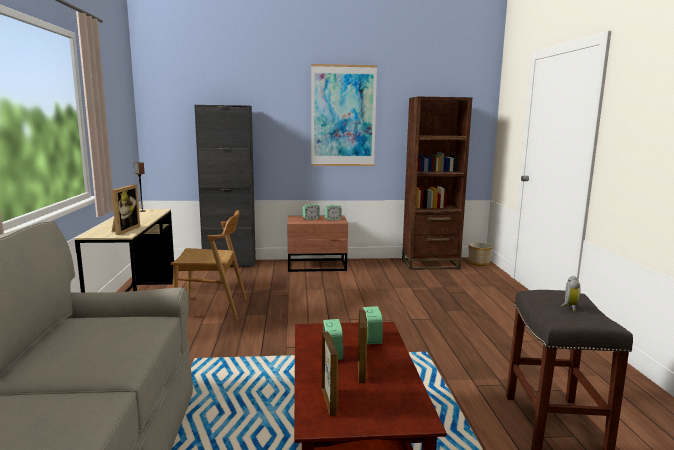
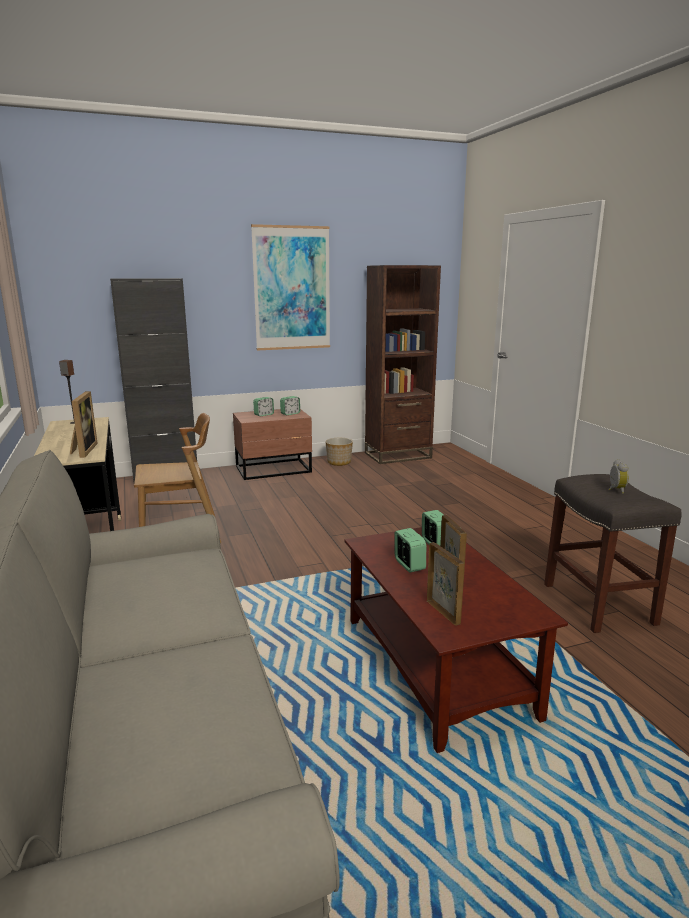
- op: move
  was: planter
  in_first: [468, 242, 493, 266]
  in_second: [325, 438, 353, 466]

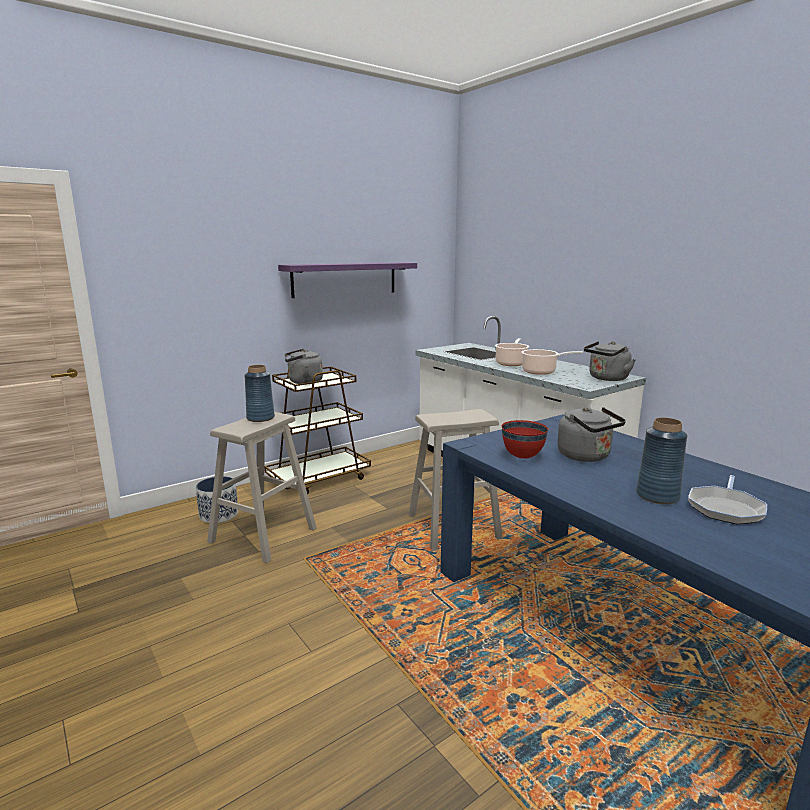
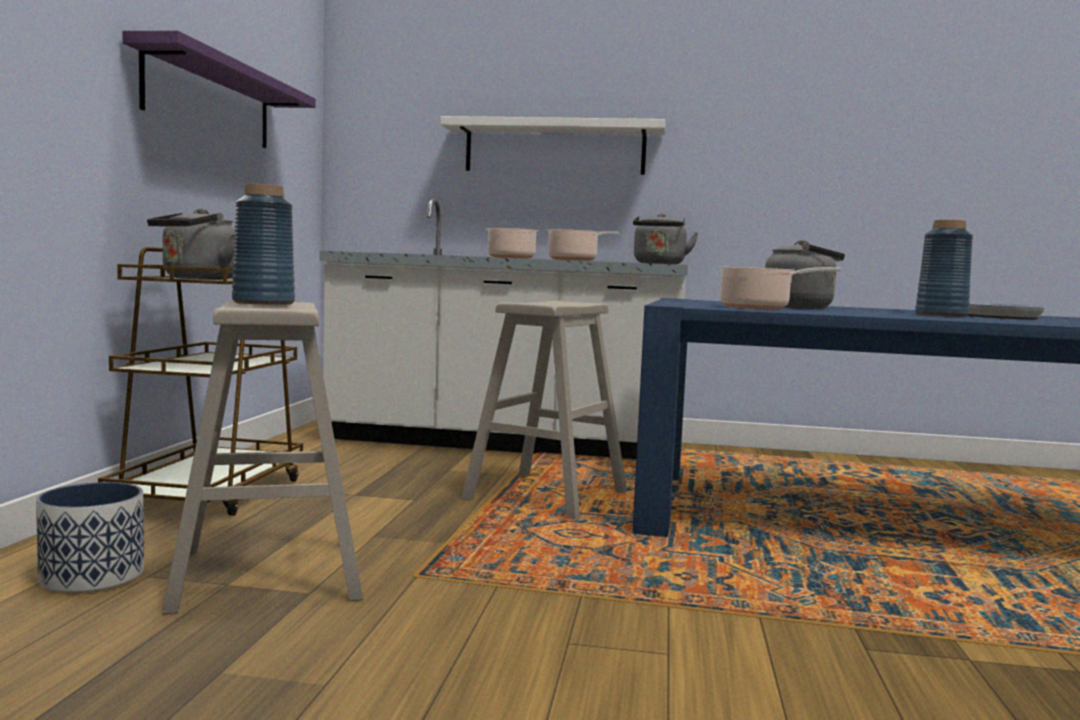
- op: replace
  was: red-coloured serving bowl
  now: saucepot
  in_first: [502, 420, 548, 459]
  in_second: [719, 267, 841, 310]
- op: insert
  now: white shelf
  in_second: [440, 116, 665, 175]

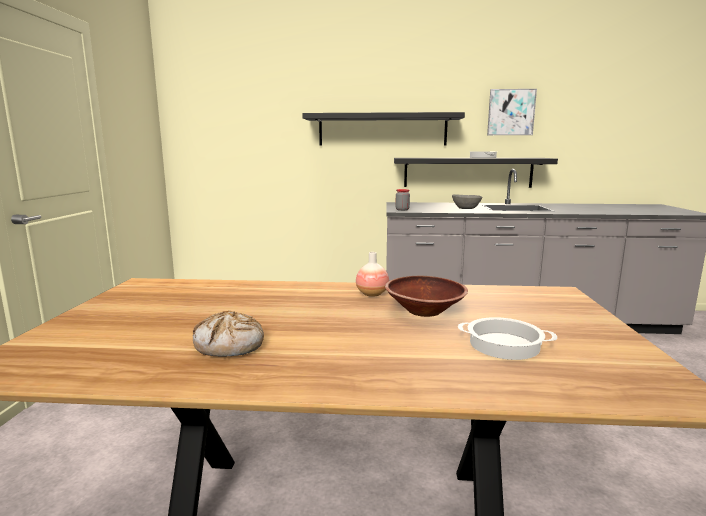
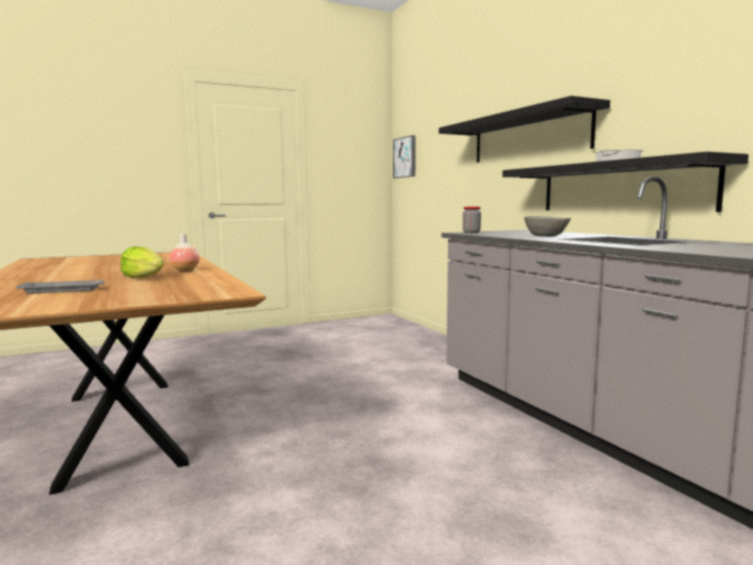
- op: delete
  was: bread
  in_first: [193, 311, 264, 357]
- op: replace
  was: brown-coloured serving bowl
  now: lettuce head
  in_first: [385, 276, 468, 317]
  in_second: [121, 246, 164, 278]
- op: replace
  was: saucepot
  now: grey carrying tray
  in_first: [458, 317, 557, 360]
  in_second: [16, 280, 105, 294]
- op: move
  was: wall picture
  in_first: [487, 89, 537, 135]
  in_second: [393, 135, 415, 178]

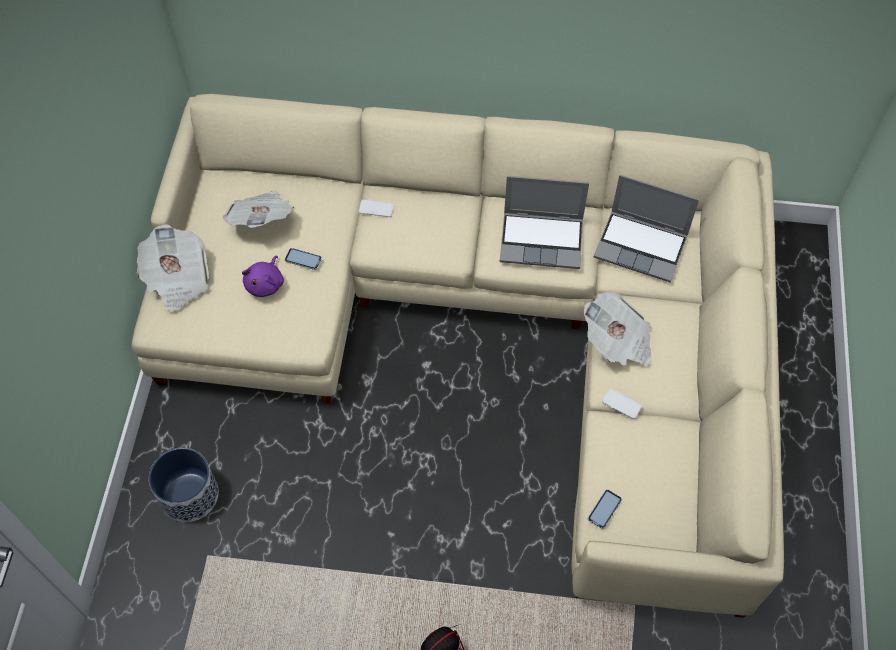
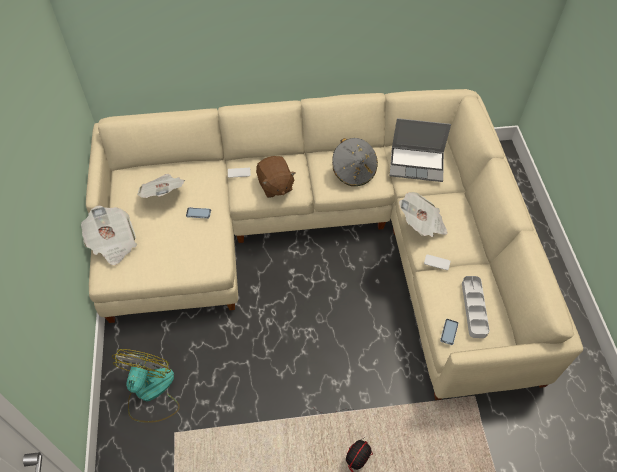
- op: replace
  was: planter
  now: cooling fan
  in_first: [149, 448, 219, 522]
  in_second: [112, 349, 180, 423]
- op: delete
  was: purplish plush toy
  in_first: [242, 256, 284, 297]
- op: replace
  was: laptop
  now: grey hat
  in_first: [500, 176, 589, 269]
  in_second: [332, 138, 378, 186]
- op: insert
  now: brown-coloured plush toy
  in_second: [256, 156, 296, 198]
- op: insert
  now: grey carrying tray
  in_second: [462, 276, 490, 338]

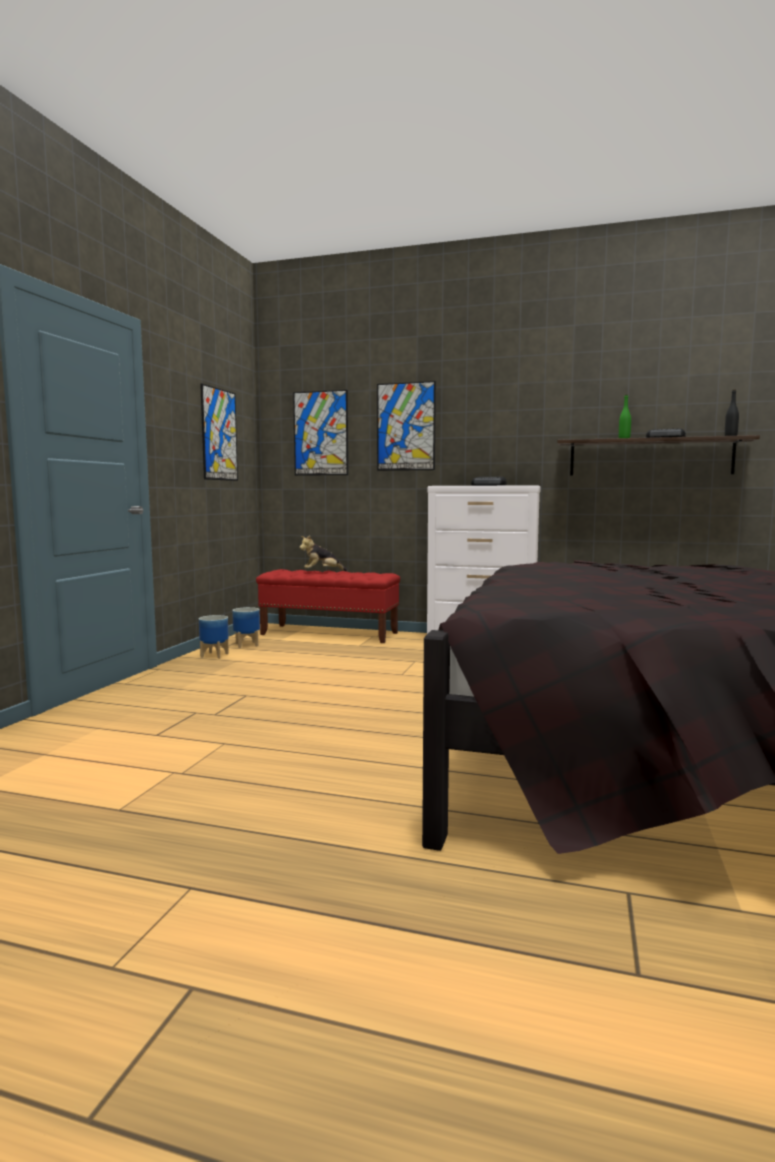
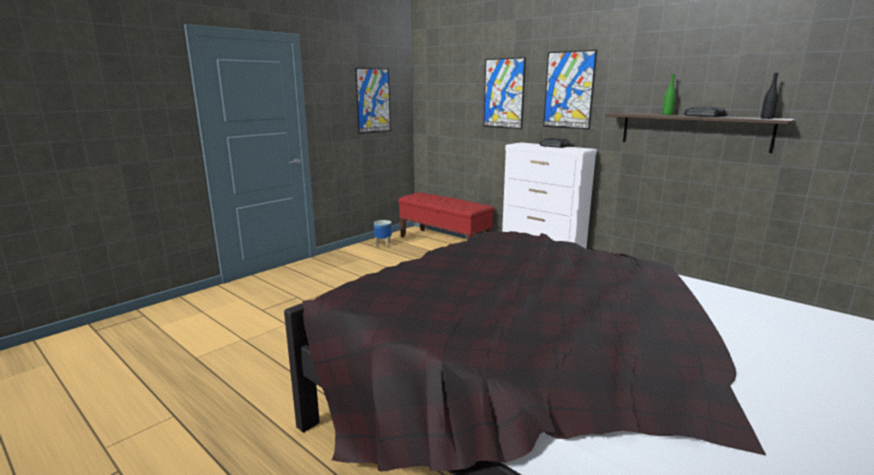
- op: delete
  was: planter
  in_first: [199, 615, 229, 659]
- op: move
  was: wall picture
  in_first: [293, 390, 348, 476]
  in_second: [543, 50, 597, 130]
- op: delete
  was: plush toy
  in_first: [299, 535, 347, 571]

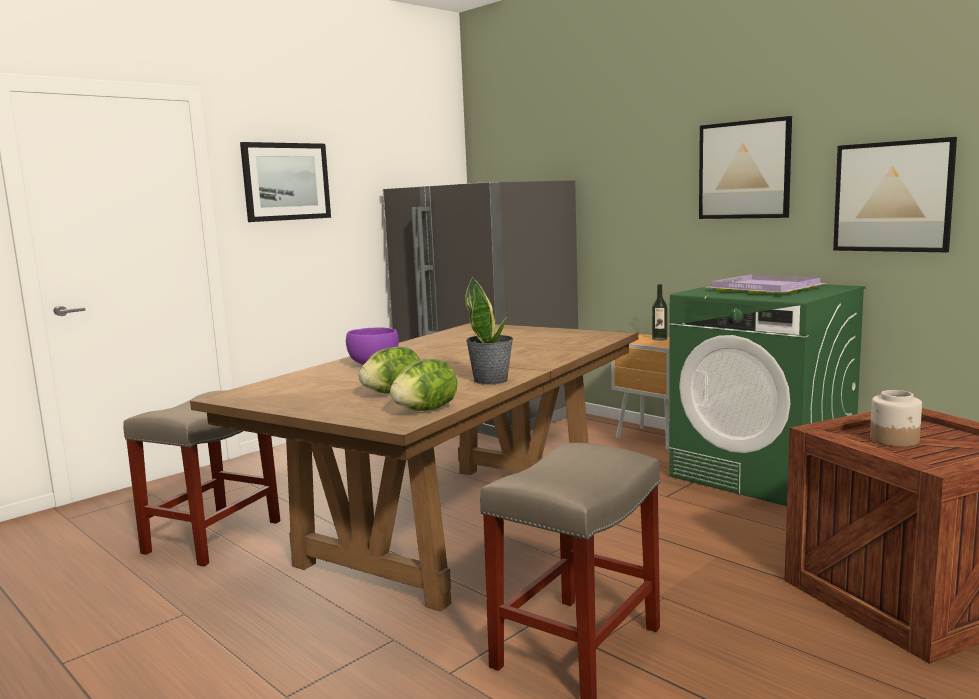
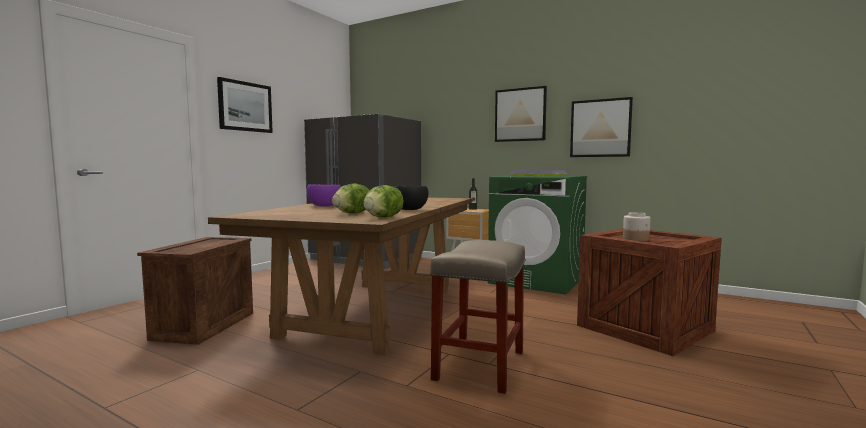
- op: replace
  was: beige sitting stool
  now: shipping crate
  in_first: [123, 390, 280, 567]
  in_second: [137, 237, 253, 345]
- op: replace
  was: potted plant
  now: black serving bowl
  in_first: [465, 277, 513, 385]
  in_second: [393, 186, 428, 210]

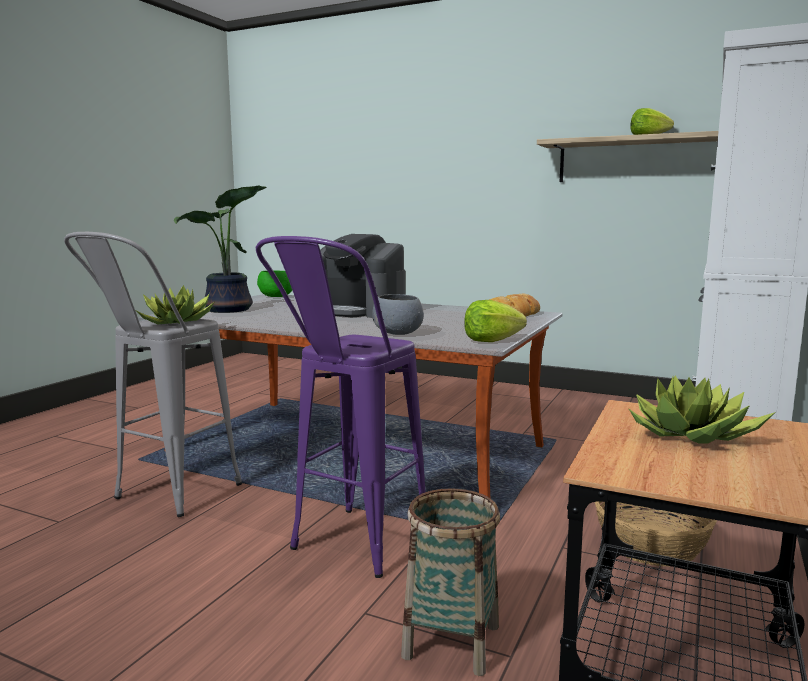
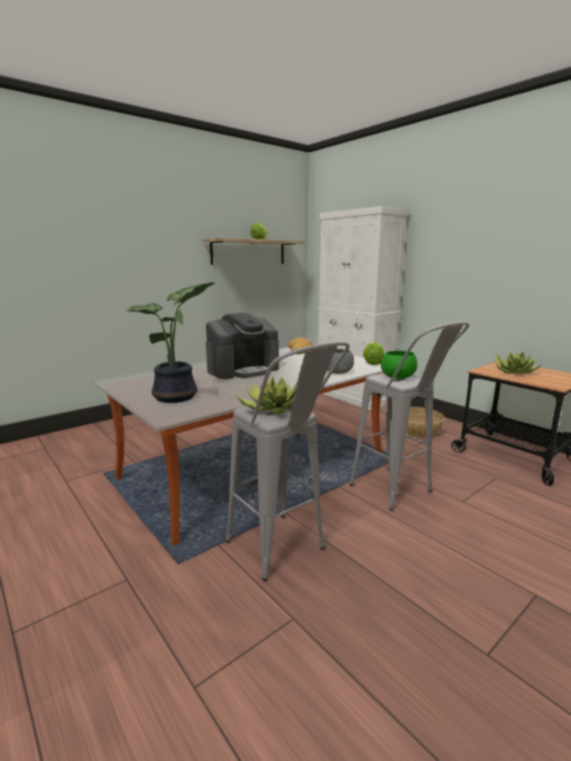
- op: recolor
  was: purplish sitting stool
  now: grey sitting stool
  in_first: [256, 236, 425, 578]
  in_second: [350, 322, 469, 511]
- op: move
  was: green serving bowl
  in_first: [257, 271, 292, 297]
  in_second: [381, 351, 417, 379]
- op: delete
  was: storage basket
  in_first: [401, 489, 500, 676]

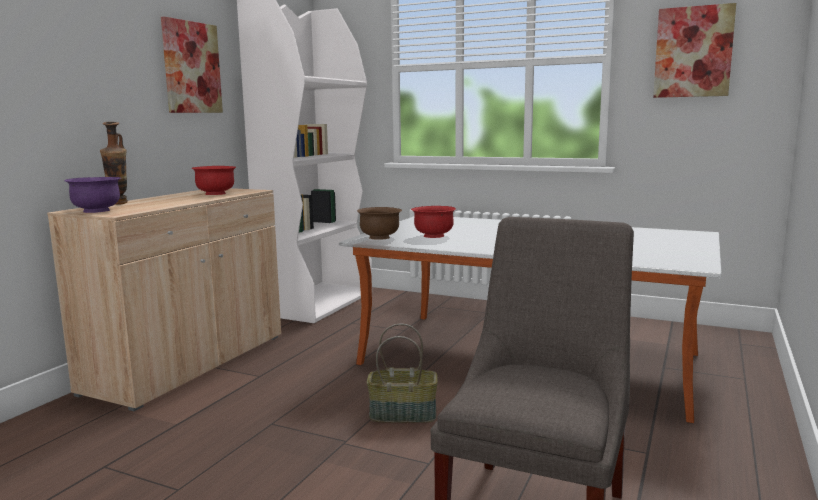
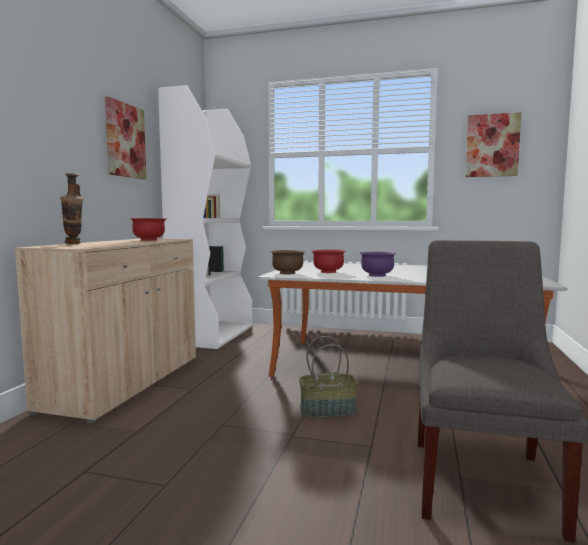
- op: move
  was: purplish serving bowl
  in_first: [64, 177, 121, 213]
  in_second: [360, 252, 396, 277]

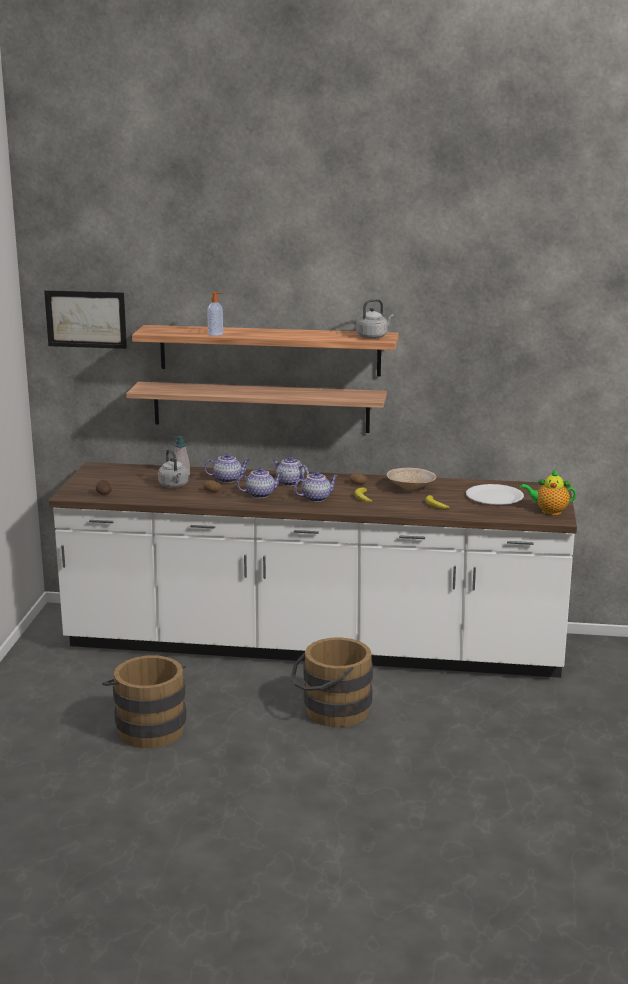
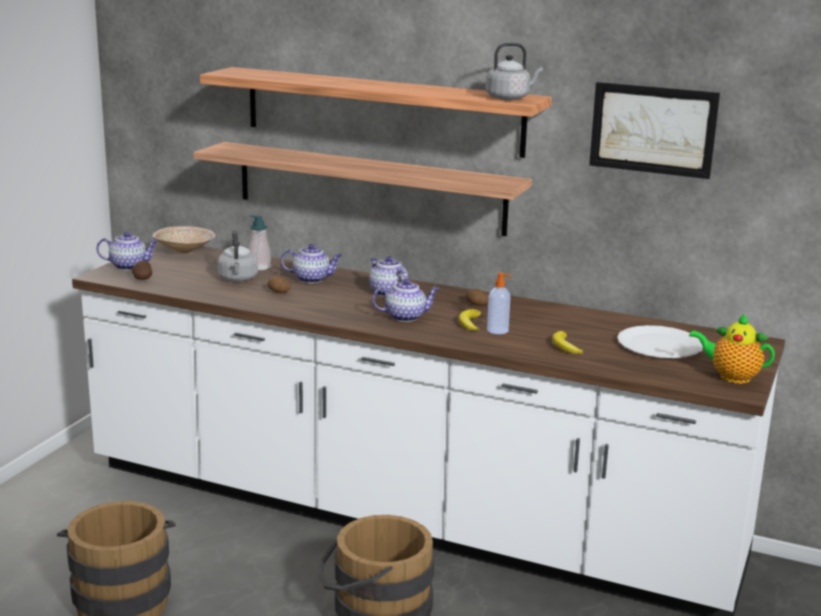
- op: move
  was: wall picture
  in_first: [44, 290, 127, 349]
  in_second: [589, 82, 720, 179]
- op: move
  was: soap dispenser
  in_first: [207, 292, 223, 336]
  in_second: [487, 272, 512, 334]
- op: move
  was: pot for tea
  in_first: [237, 468, 283, 498]
  in_second: [96, 232, 158, 270]
- op: move
  was: beige serving bowl
  in_first: [387, 467, 436, 490]
  in_second: [153, 226, 216, 253]

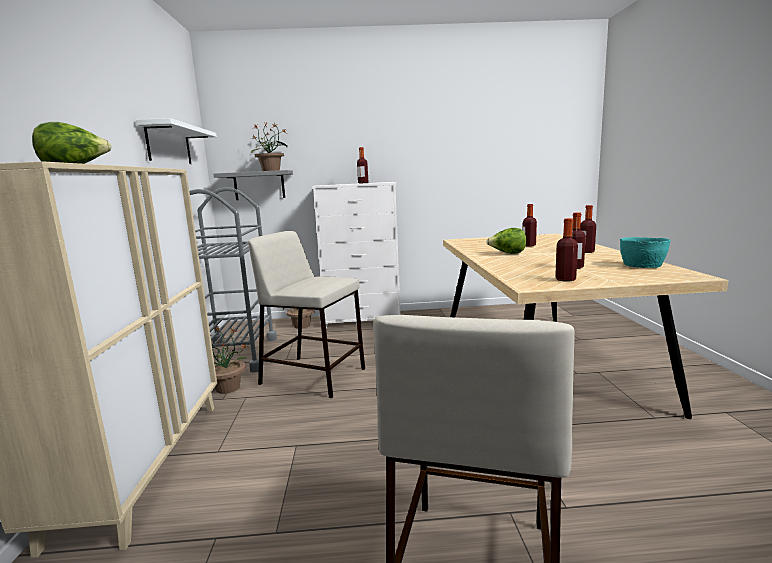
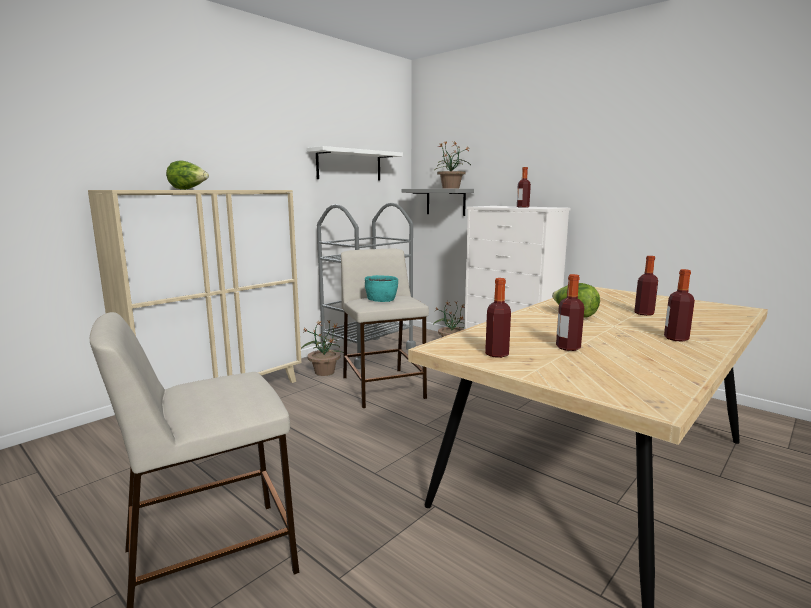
- op: move
  was: turquoise-coloured serving bowl
  in_first: [620, 237, 670, 268]
  in_second: [365, 275, 398, 302]

